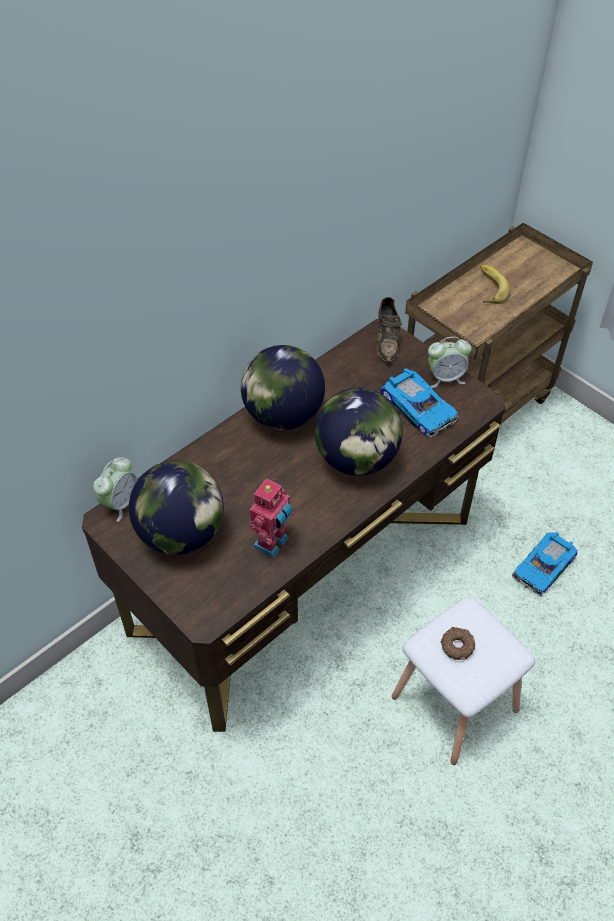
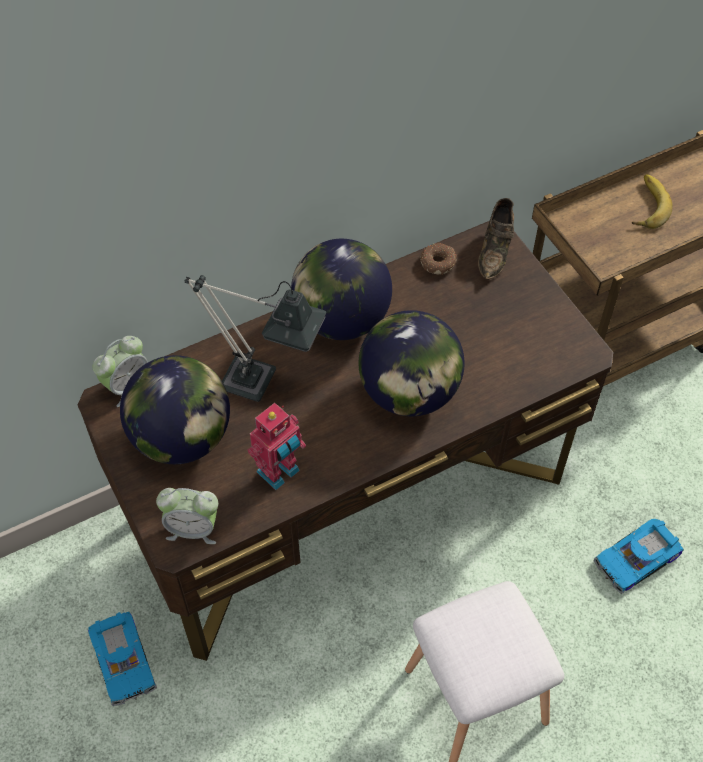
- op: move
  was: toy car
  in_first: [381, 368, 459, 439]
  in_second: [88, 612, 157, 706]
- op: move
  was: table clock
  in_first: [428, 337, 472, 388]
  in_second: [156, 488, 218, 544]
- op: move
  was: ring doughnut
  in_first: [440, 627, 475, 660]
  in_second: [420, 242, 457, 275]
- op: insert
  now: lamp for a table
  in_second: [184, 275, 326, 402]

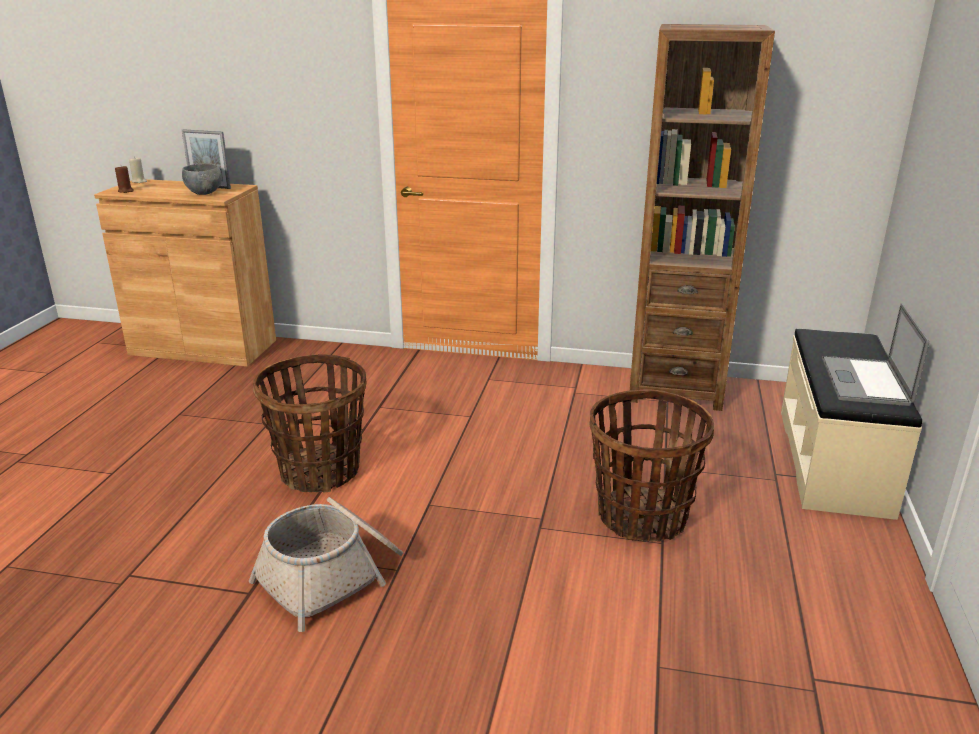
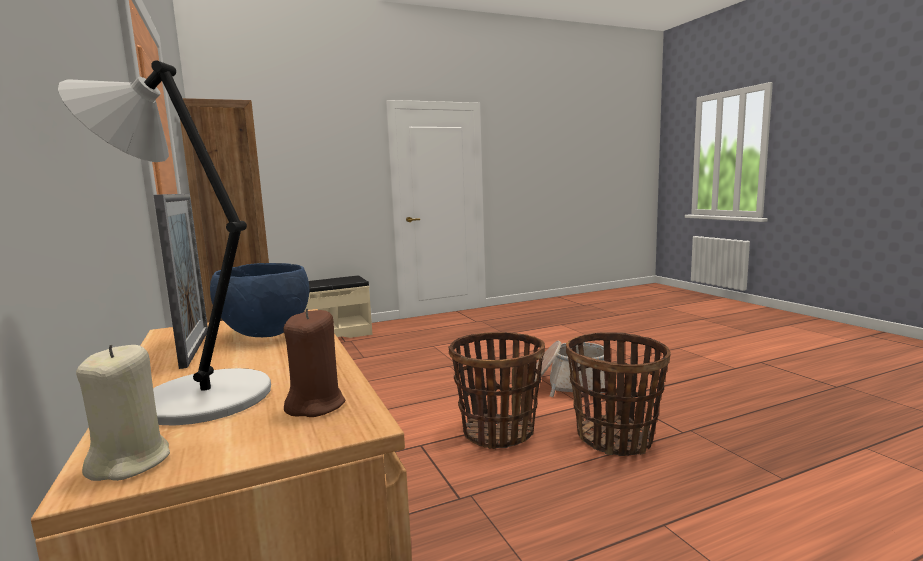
- op: recolor
  was: grey serving bowl
  now: bluish serving bowl
  in_first: [182, 163, 222, 195]
  in_second: [210, 263, 309, 337]
- op: move
  was: storage basket
  in_first: [589, 389, 714, 542]
  in_second: [566, 332, 671, 456]
- op: delete
  was: laptop
  in_first: [822, 303, 929, 406]
- op: insert
  now: grey lamp for a table
  in_second: [58, 60, 271, 426]

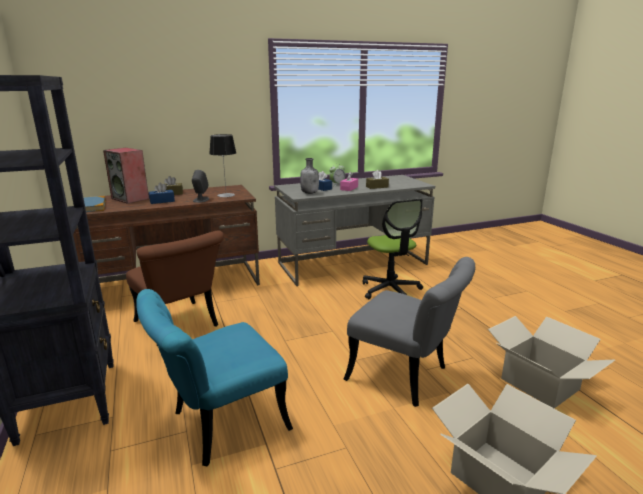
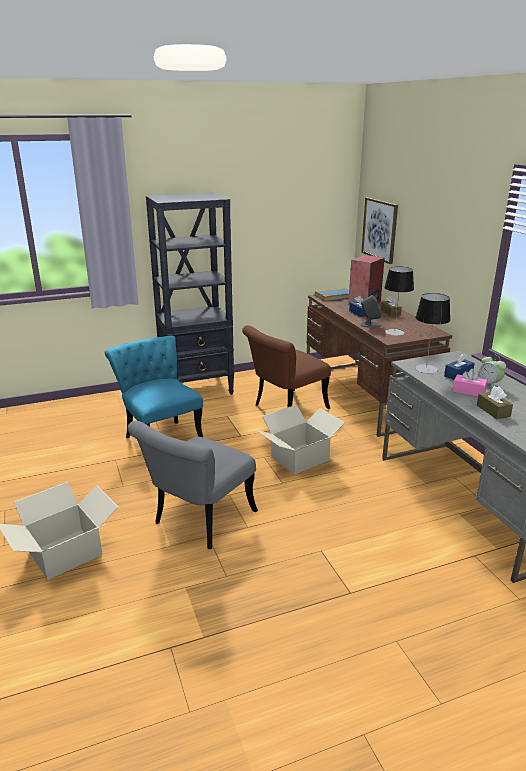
- op: replace
  was: grey bottle
  now: lamp for a table
  in_first: [300, 158, 319, 194]
  in_second: [415, 293, 450, 373]
- op: delete
  was: computer chair
  in_first: [362, 199, 423, 299]
- op: move
  was: packing box
  in_first: [488, 316, 615, 408]
  in_second: [257, 405, 345, 475]
- op: insert
  now: wall picture
  in_second: [361, 197, 398, 264]

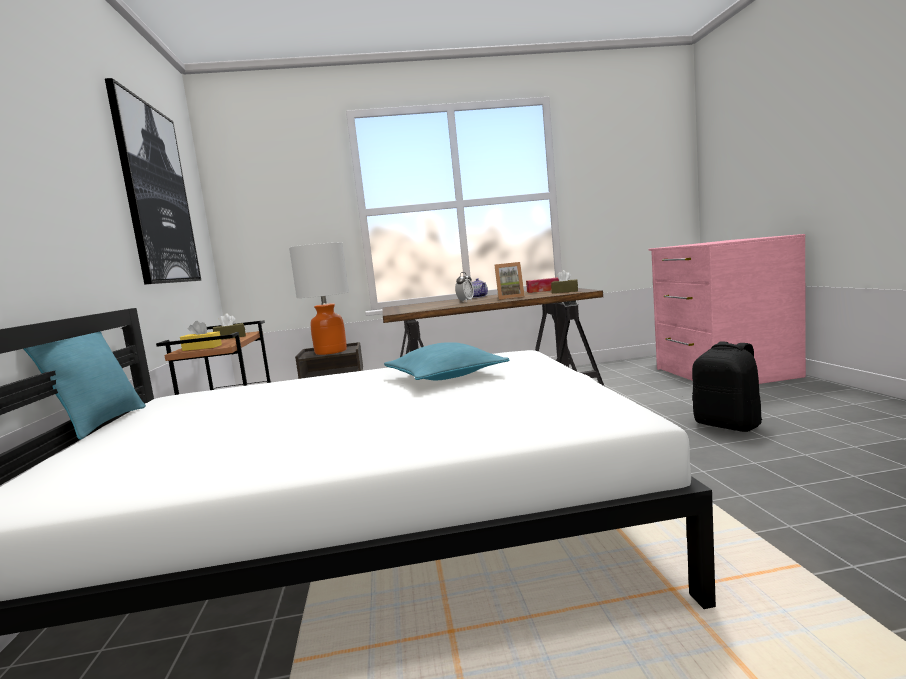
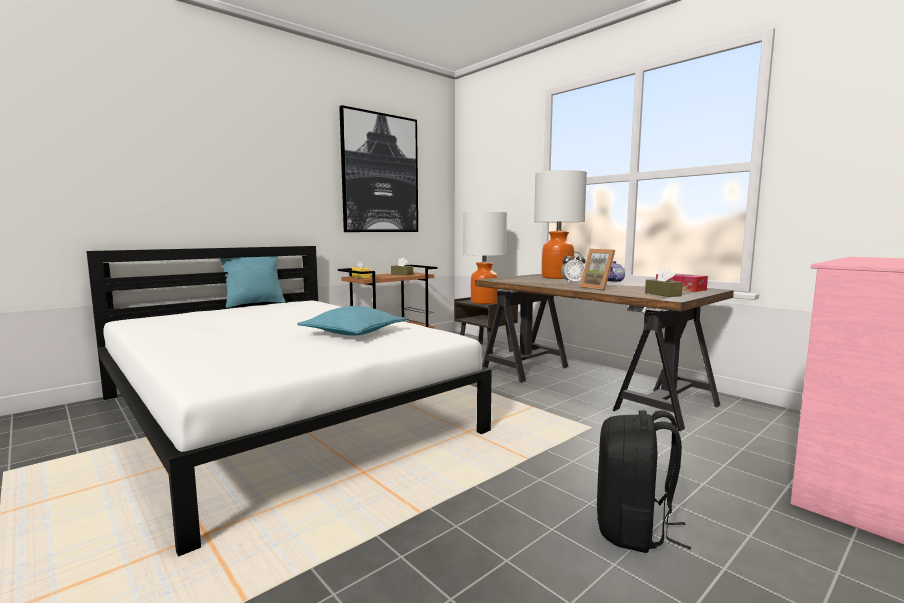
- op: insert
  now: lamp for a table
  in_second: [534, 170, 587, 279]

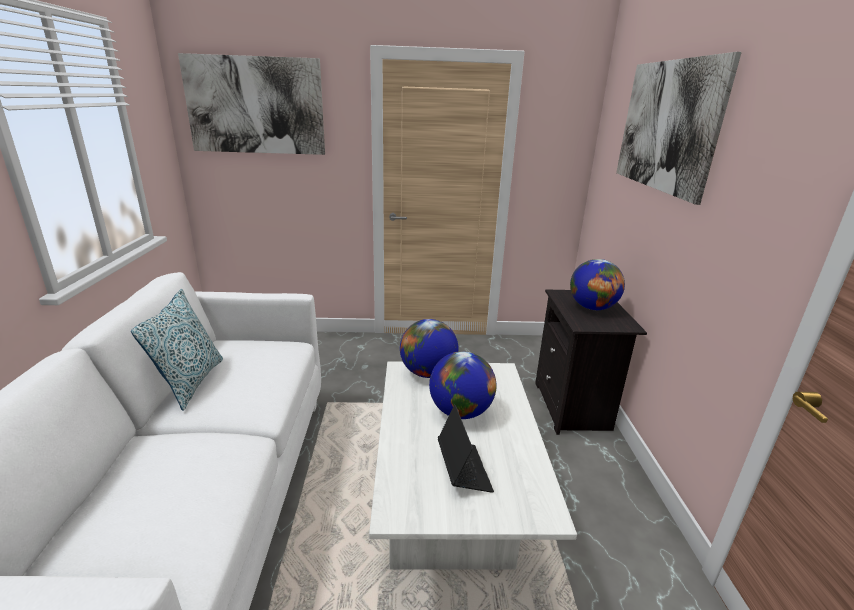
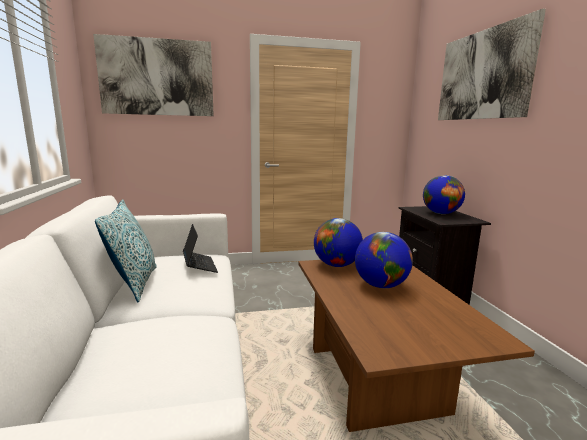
- op: recolor
  was: white lounge table
  now: brown-coloured lounge table
  in_first: [369, 361, 577, 569]
  in_second: [298, 260, 535, 432]
- op: move
  was: laptop
  in_first: [438, 405, 494, 493]
  in_second: [183, 224, 218, 273]

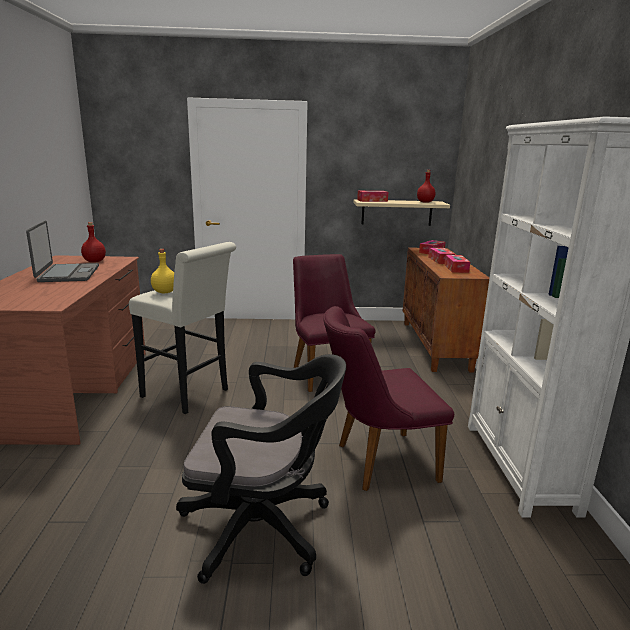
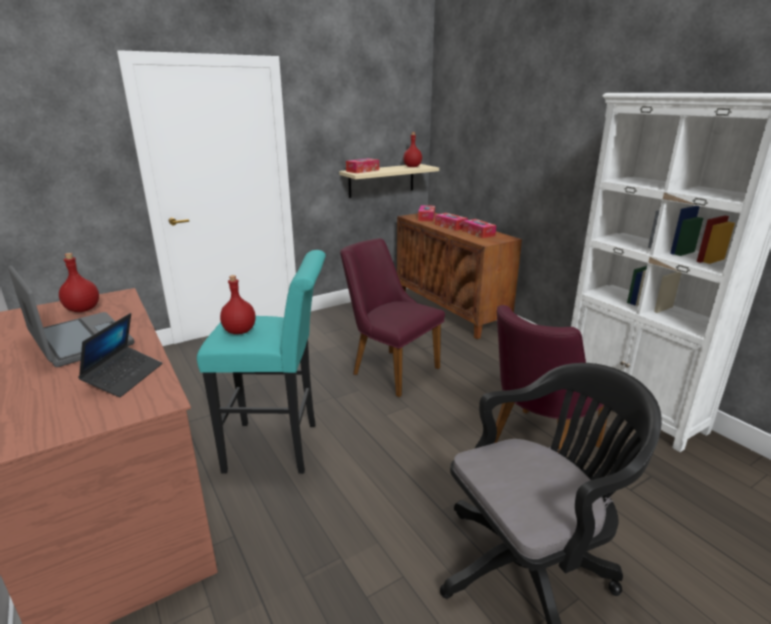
- op: recolor
  was: white sitting stool
  now: turquoise-coloured sitting stool
  in_first: [129, 242, 236, 414]
  in_second: [197, 250, 326, 474]
- op: recolor
  was: yellowish bottle
  now: red-coloured bottle
  in_first: [151, 249, 174, 293]
  in_second: [220, 275, 256, 334]
- op: insert
  now: laptop
  in_second: [78, 313, 162, 397]

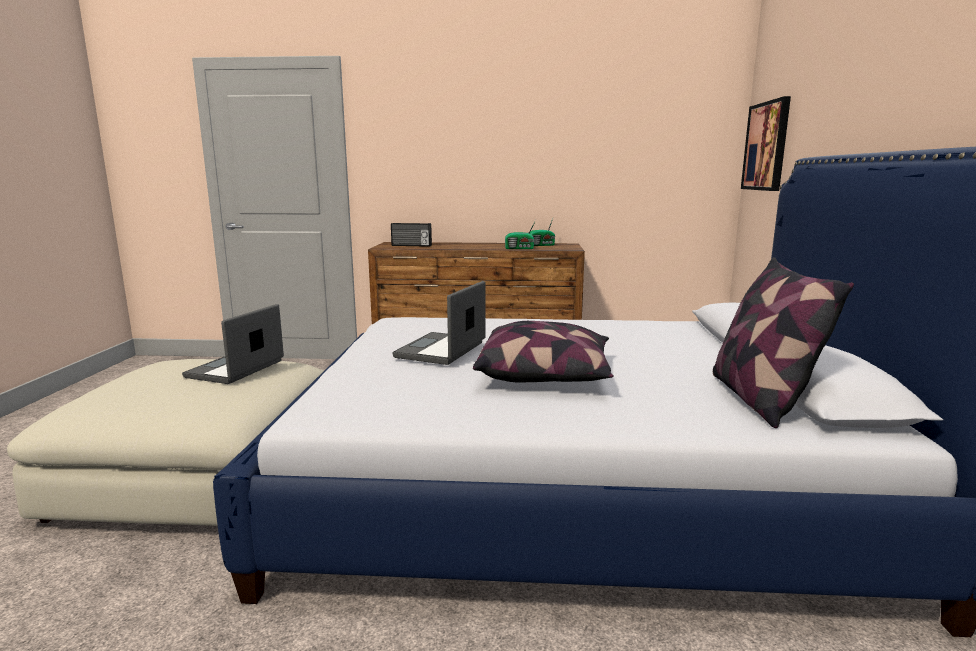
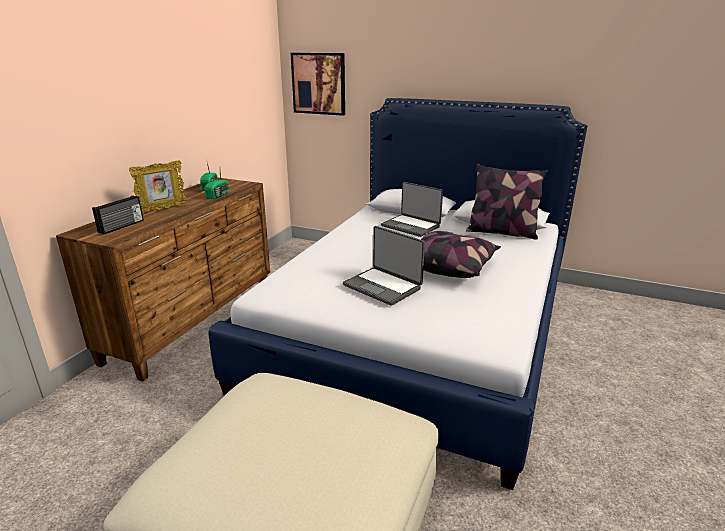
- op: move
  was: laptop
  in_first: [182, 304, 284, 384]
  in_second: [381, 182, 443, 237]
- op: insert
  now: standing frame
  in_second: [129, 160, 187, 213]

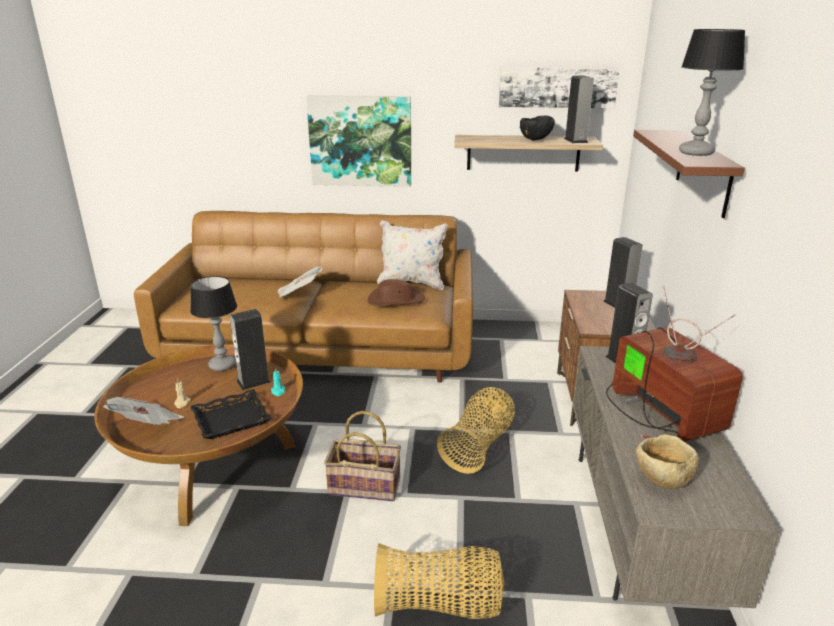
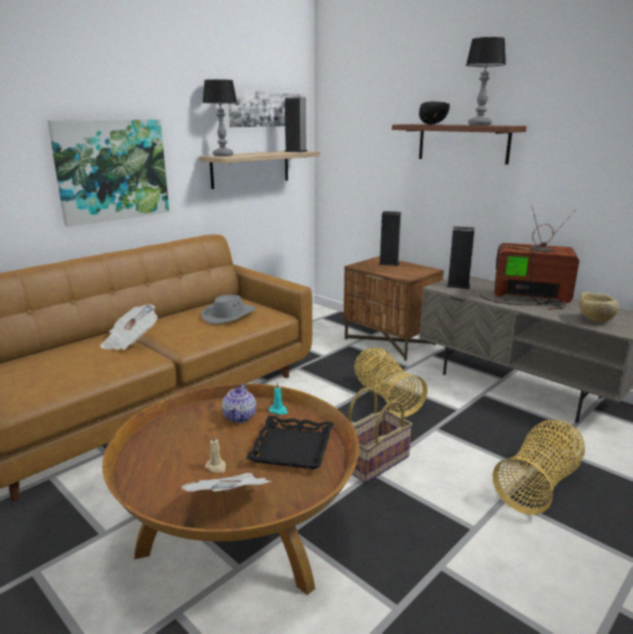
- op: move
  was: lamp for a table
  in_first: [190, 276, 237, 371]
  in_second: [203, 79, 237, 156]
- op: replace
  was: speaker
  now: pot for tea
  in_first: [229, 309, 271, 390]
  in_second: [222, 384, 256, 423]
- op: recolor
  was: brown-coloured hat
  now: grey hat
  in_first: [368, 279, 425, 306]
  in_second: [201, 295, 256, 324]
- op: delete
  was: white cushion
  in_first: [377, 220, 448, 290]
- op: move
  was: black serving bowl
  in_first: [520, 115, 555, 140]
  in_second: [419, 101, 450, 124]

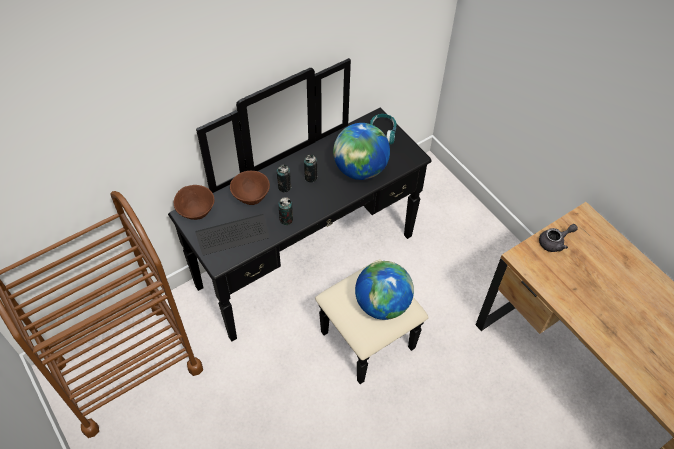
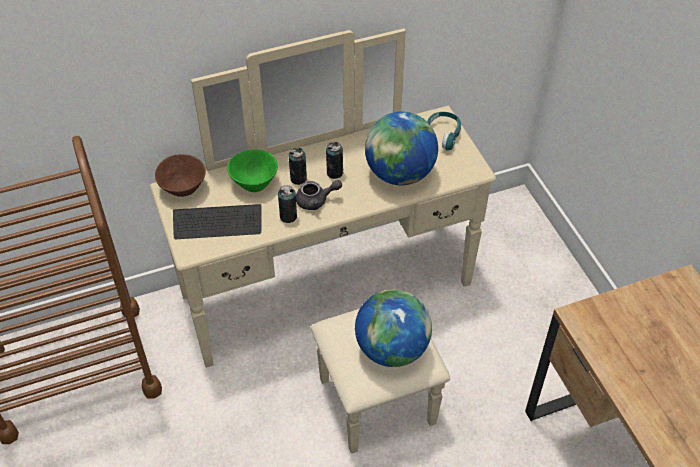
- op: recolor
  was: black dresser
  now: beige dresser
  in_first: [168, 58, 432, 384]
  in_second: [149, 28, 496, 454]
- op: recolor
  was: brown-coloured serving bowl
  now: green serving bowl
  in_first: [230, 171, 270, 205]
  in_second: [227, 150, 278, 192]
- op: move
  was: grey pot for tea
  in_first: [539, 224, 578, 252]
  in_second: [296, 180, 342, 210]

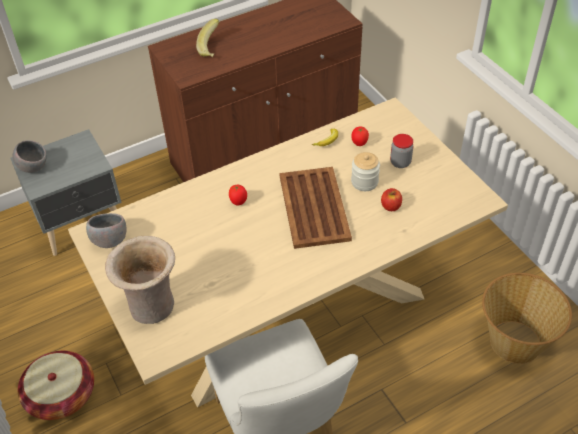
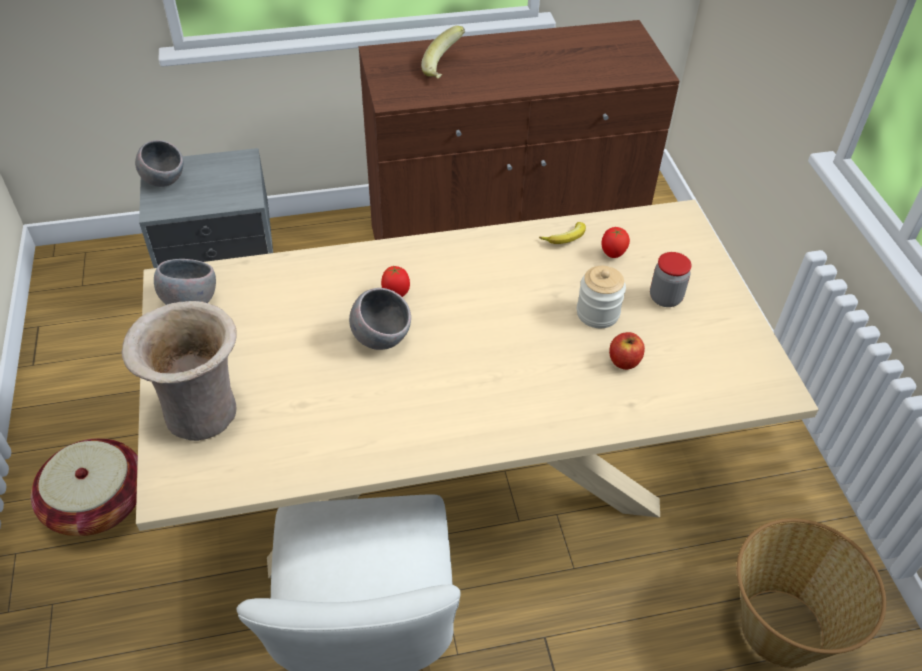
- op: delete
  was: brown-coloured carrying tray
  in_first: [279, 167, 352, 249]
- op: insert
  now: grey serving bowl
  in_second: [349, 288, 411, 350]

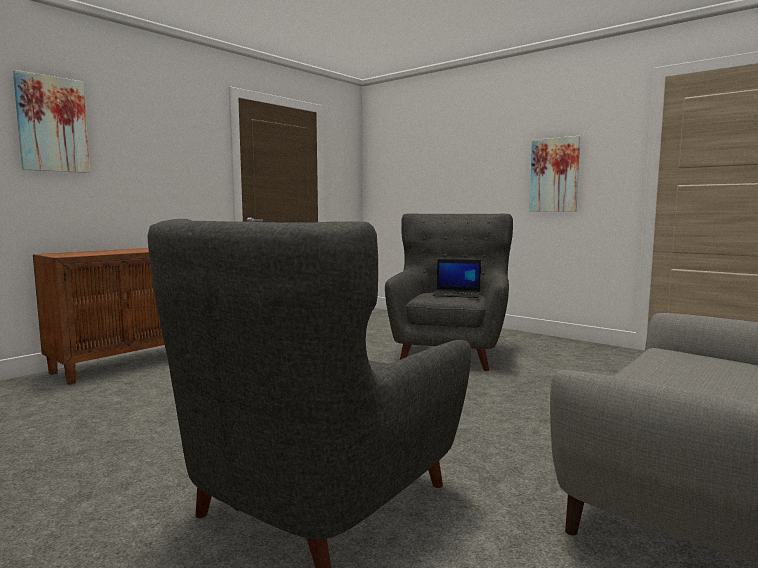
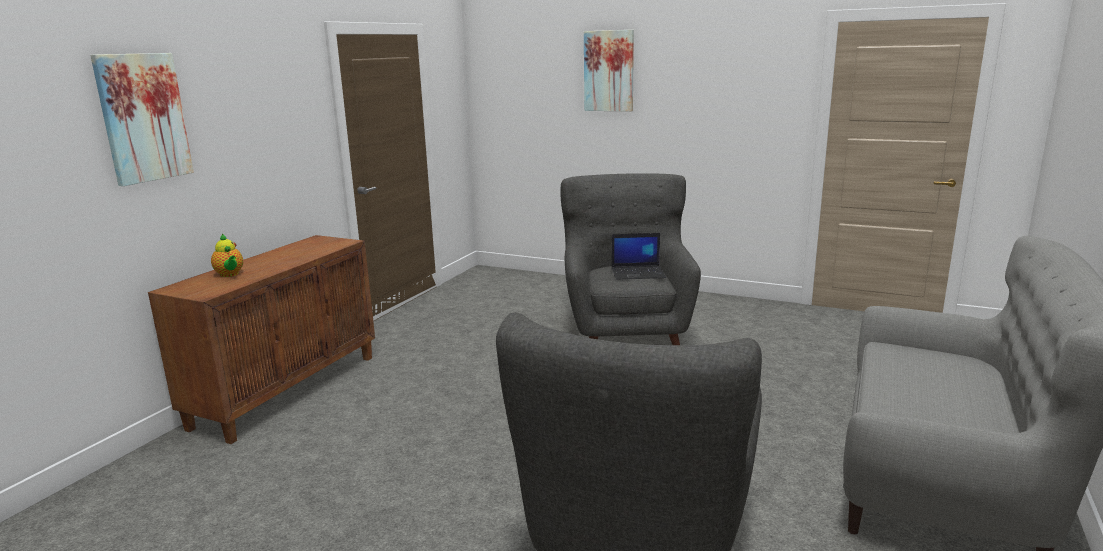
- op: move
  was: wall picture
  in_first: [529, 136, 581, 212]
  in_second: [584, 30, 634, 112]
- op: insert
  now: pot for tea
  in_second: [211, 234, 243, 277]

